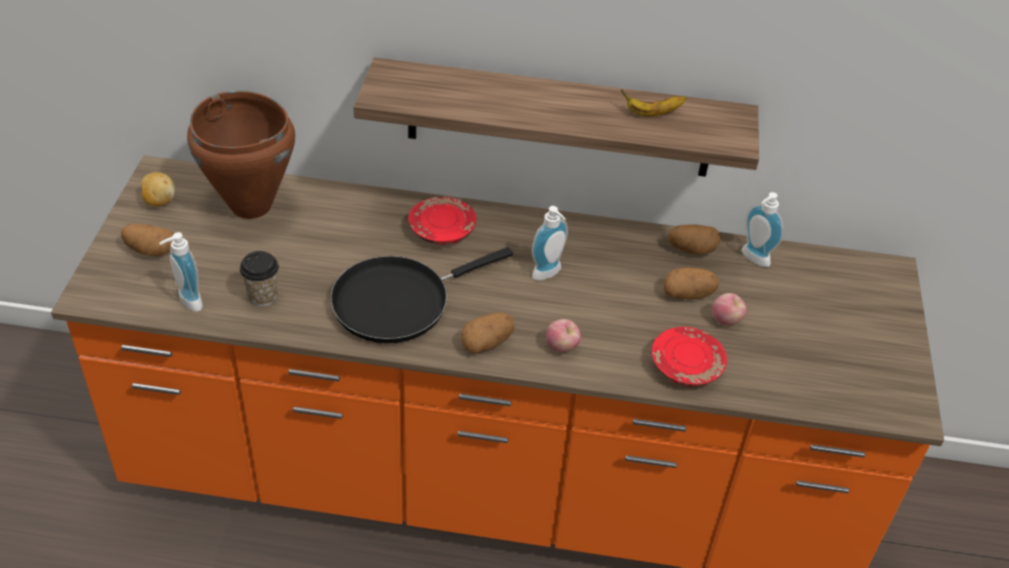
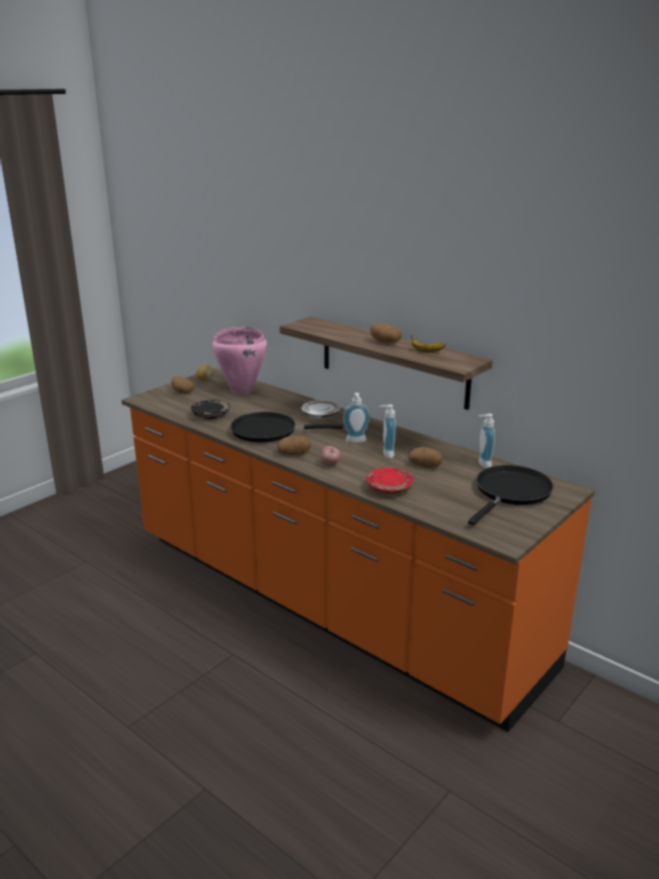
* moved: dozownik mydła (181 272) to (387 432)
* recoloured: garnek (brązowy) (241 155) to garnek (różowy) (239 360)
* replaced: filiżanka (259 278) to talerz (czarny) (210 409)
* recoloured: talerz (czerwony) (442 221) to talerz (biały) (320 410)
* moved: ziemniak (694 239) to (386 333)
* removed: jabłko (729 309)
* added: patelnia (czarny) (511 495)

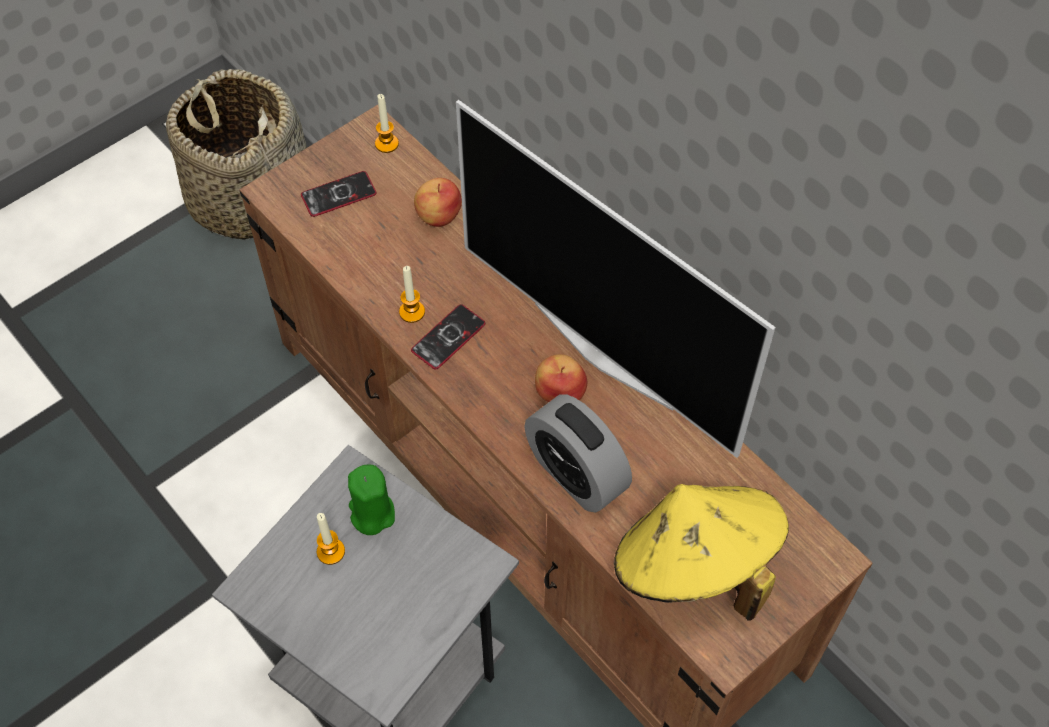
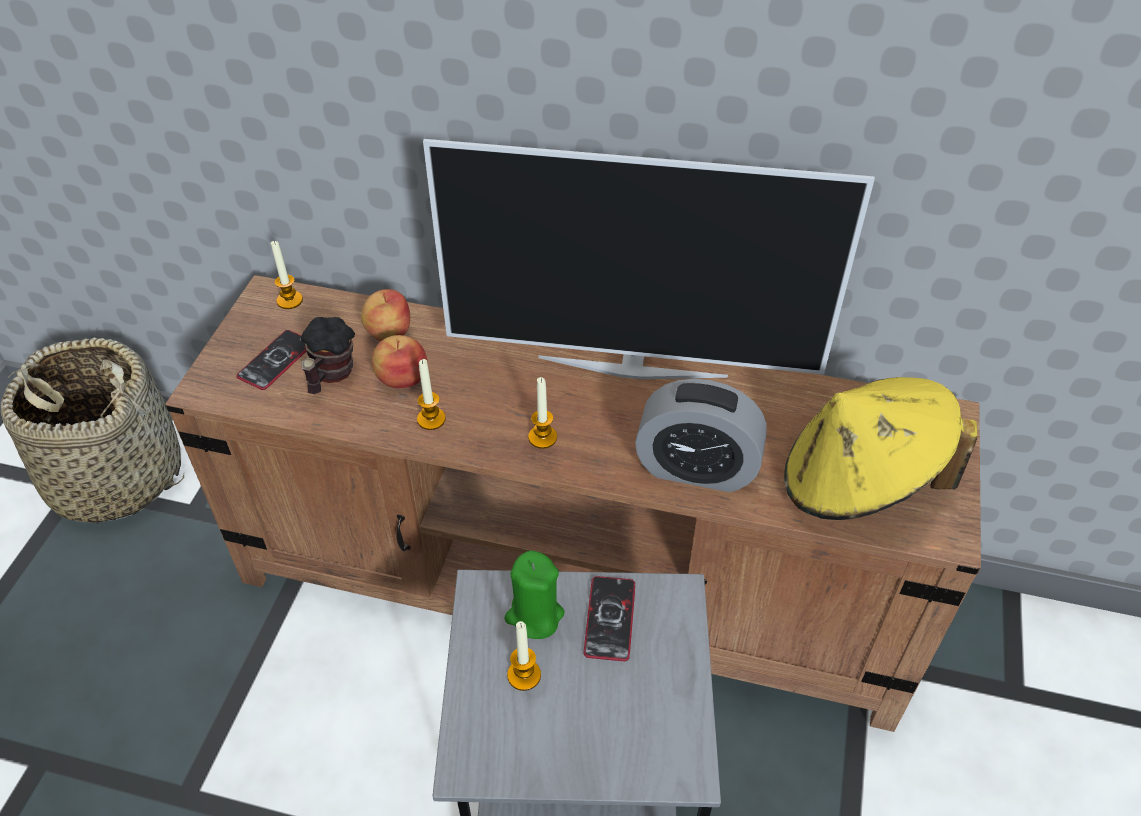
* moved: telefon (448 336) to (609 618)
* moved: jabłko (561 378) to (399 361)
* added: kubek (328 355)
* added: świeca (542 413)

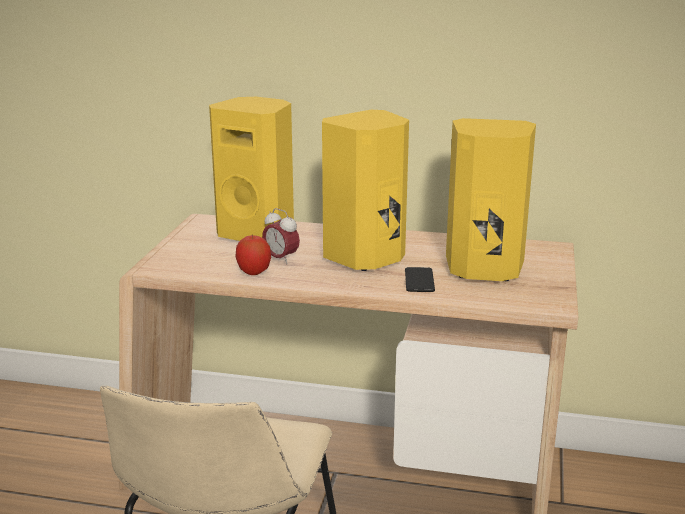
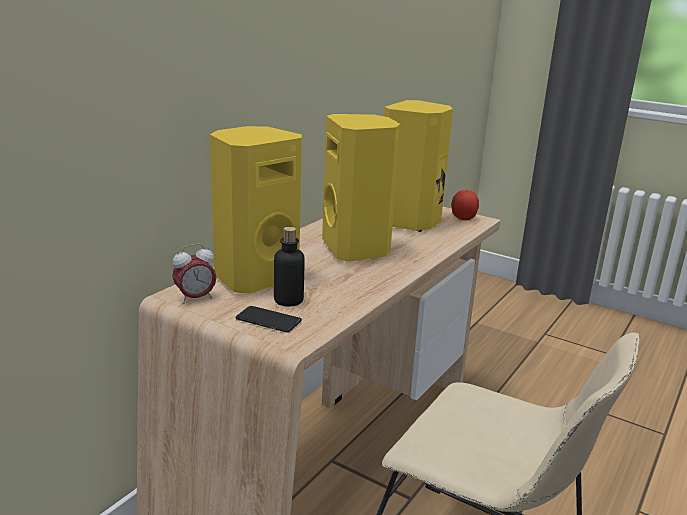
* moved: jabłko (253 255) to (465 204)
* moved: budzik (281 236) to (194 274)
* moved: telefon (420 279) to (269 319)
* added: butelka (289 267)

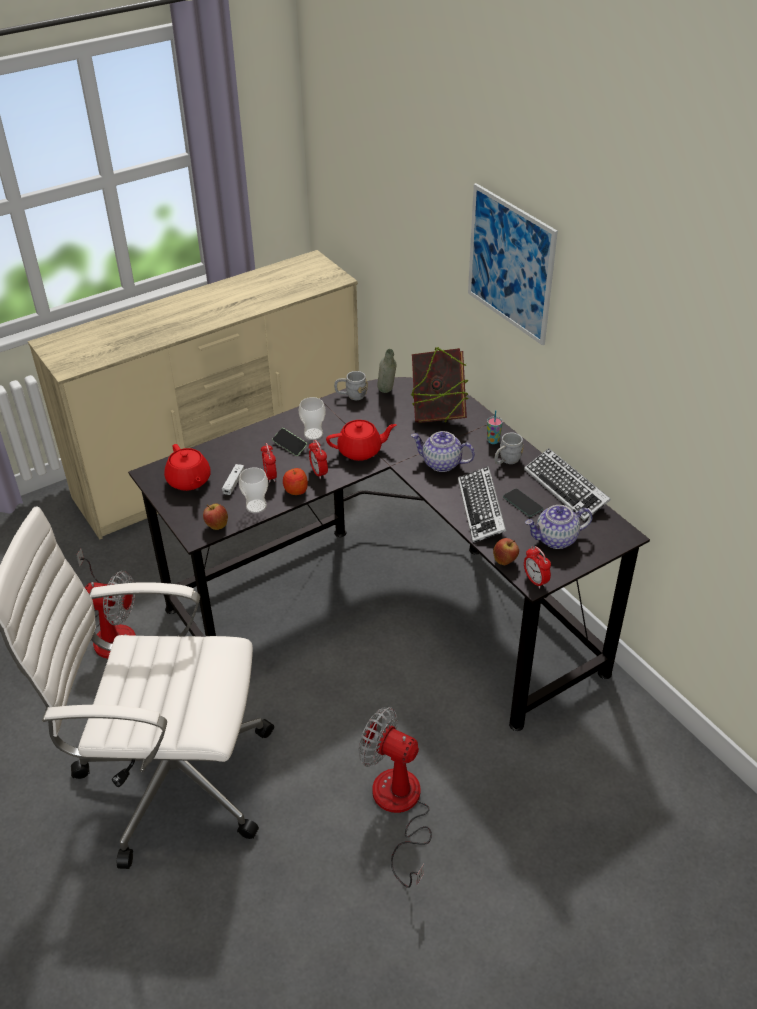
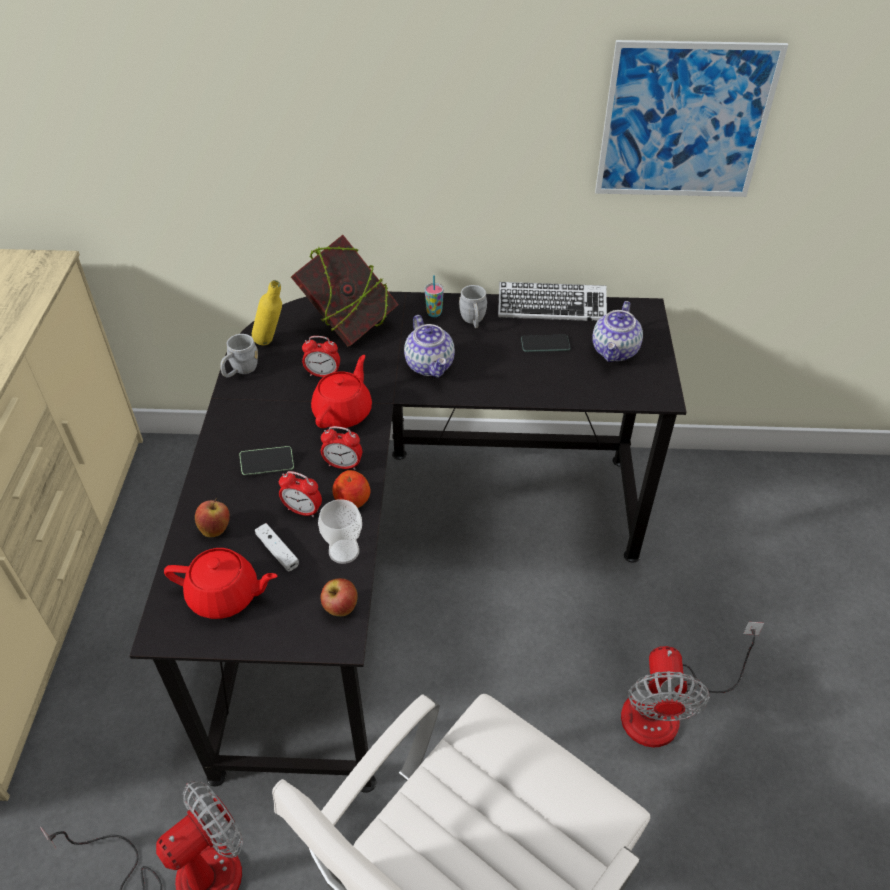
* removed: filiżanka (312 418)
* turned: wentylator (395 797) = (692 685) 60 degrees counterclockwise
* recoloured: butelka (szary) (387 371) to butelka (żółty) (267 312)
* turned: imbryk (443 451) = (429 346) 75 degrees counterclockwise
* removed: klawiatura (482 504)
* moved: obraz (513 264) to (691 118)
* moved: jabłko (506 551) to (212 518)
* moved: budzik (537 567) to (321 356)

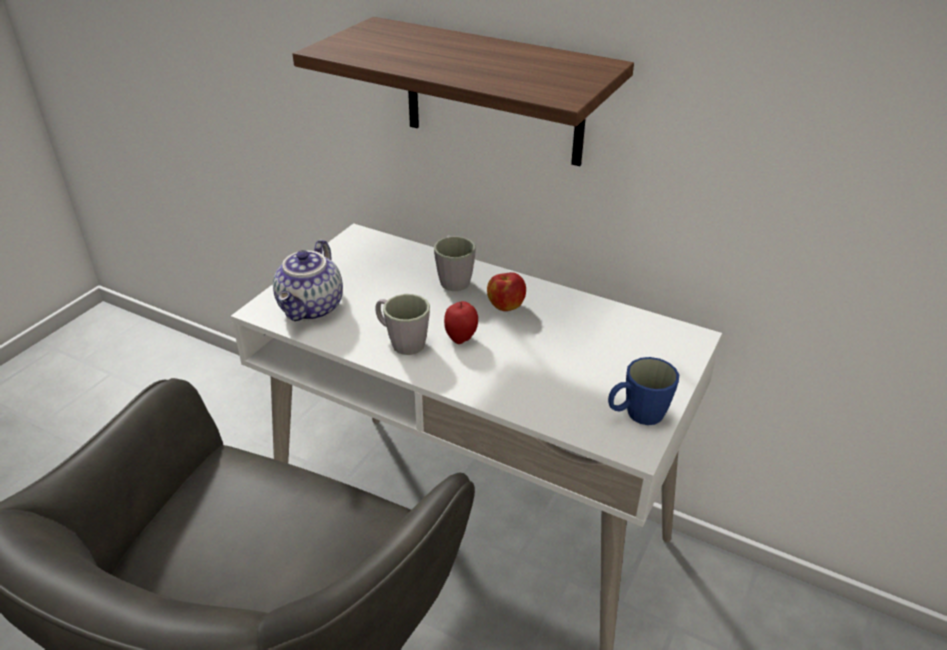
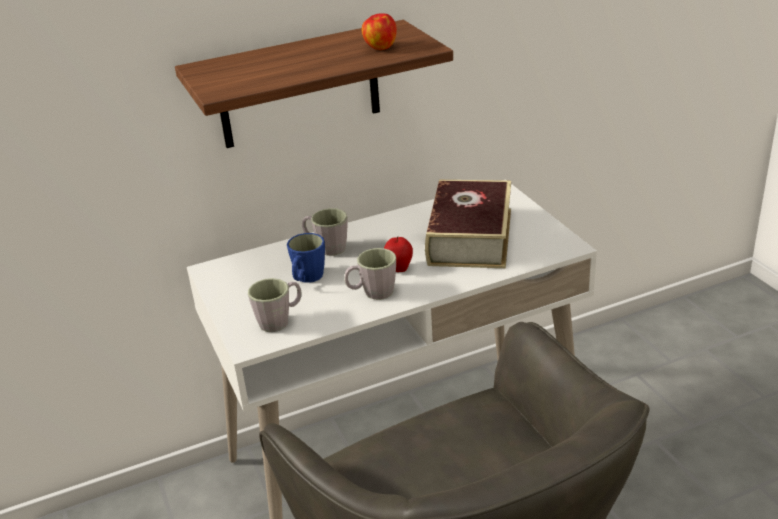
* replaced: imbryk (308 280) to kubek (szary) (275 305)
* moved: jabłko (506 291) to (379 31)
* moved: kubek (niebieski) (643 391) to (306 258)
* added: książka (468 224)

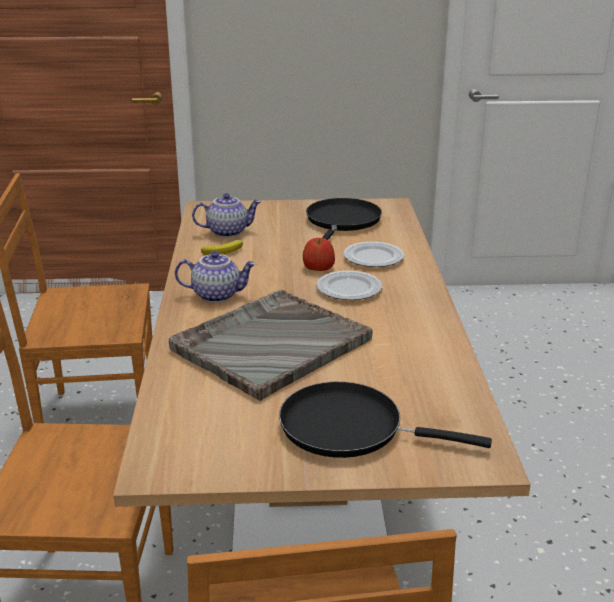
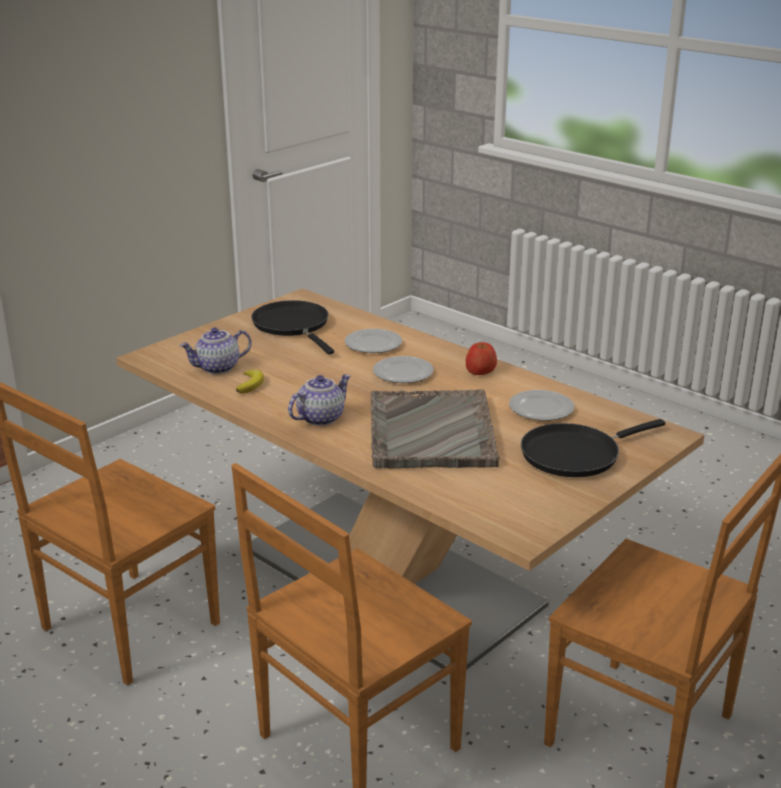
* turned: imbryk (226 215) = (216 351) 150 degrees counterclockwise
* moved: jabłko (319 254) to (481 358)
* added: talerz (541 405)

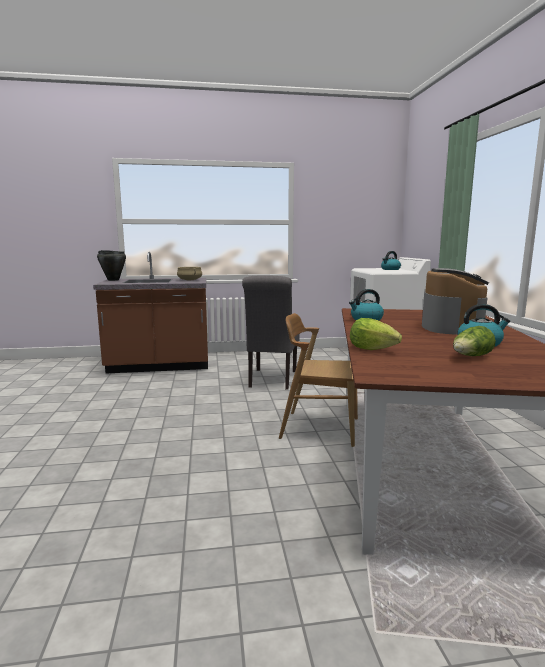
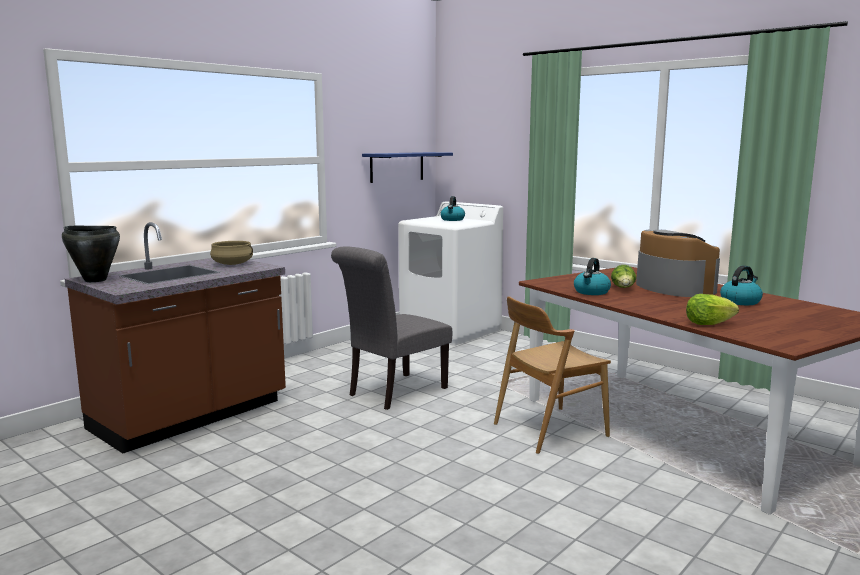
* turned: krzesło (szary) (271 332) = (391 328) 75 degrees clockwise
* moved: sałata (474 341) to (623 276)
* added: półka (niebieski) (407 167)

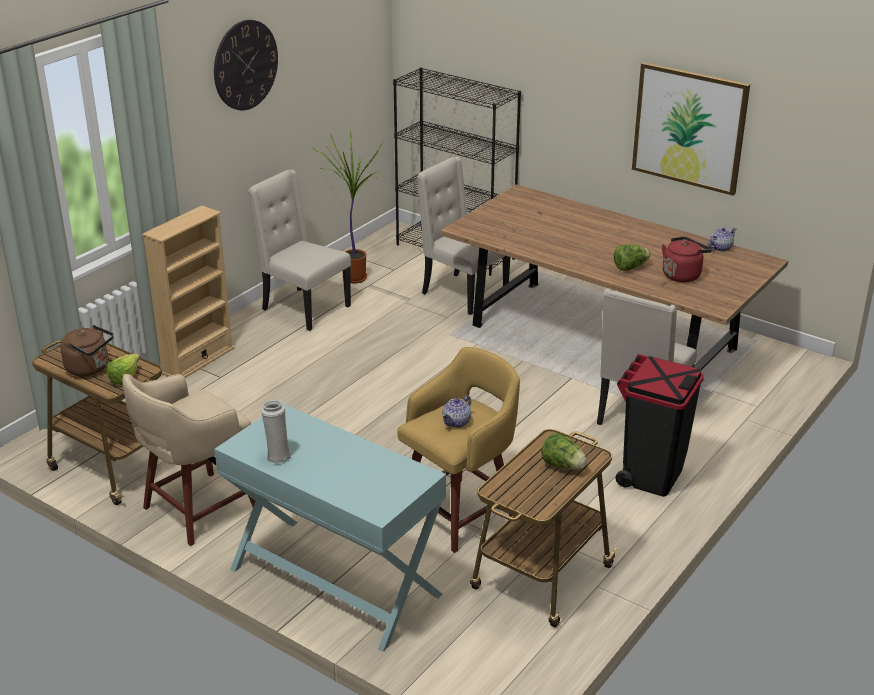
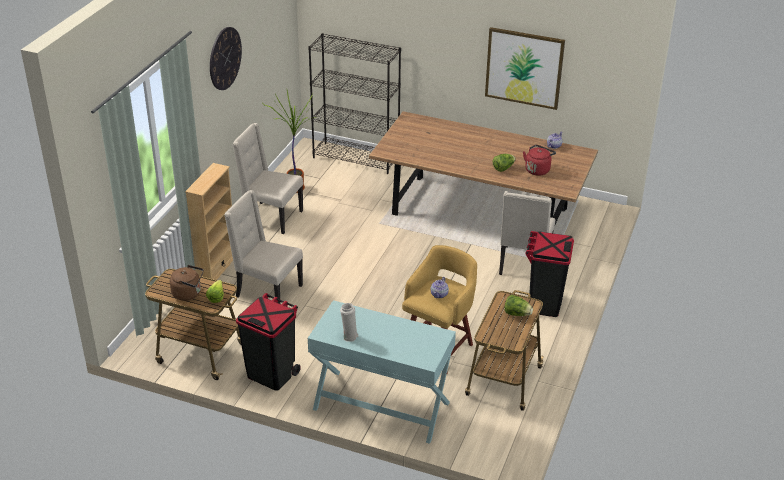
* replaced: stołek (beżowy) (188 460) to kosz na śmieci (czarny) (268 342)
* moved: krzesło (beżowy) (463 236) to (264 247)

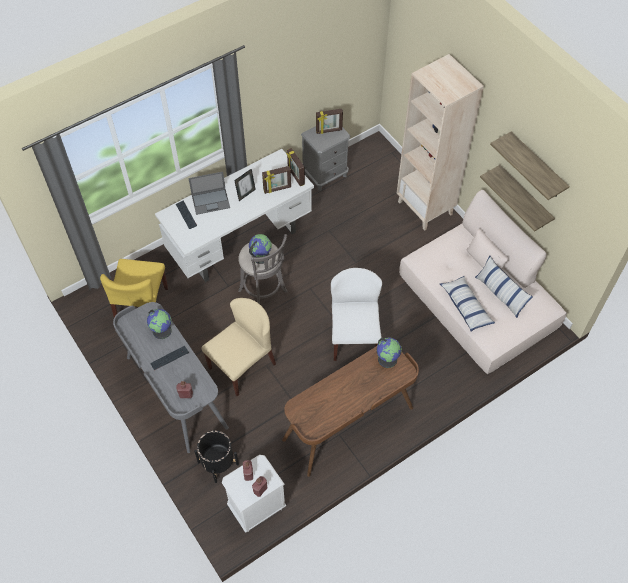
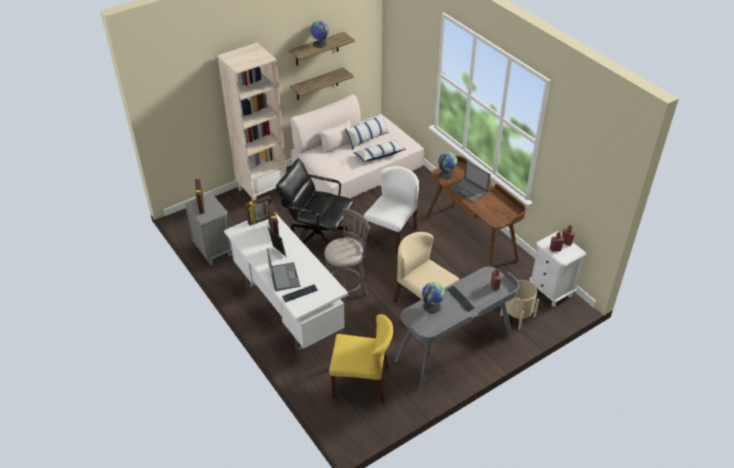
* recoloured: donica (czarny) (216 457) to donica (beżowy) (519 305)
* moved: globus (260 249) to (319 34)
* turned: krzesło (biały) (356 314) = (391 210) 120 degrees clockwise
* added: krzesło biurowe (czarny) (315 201)
* added: laptop (470 182)

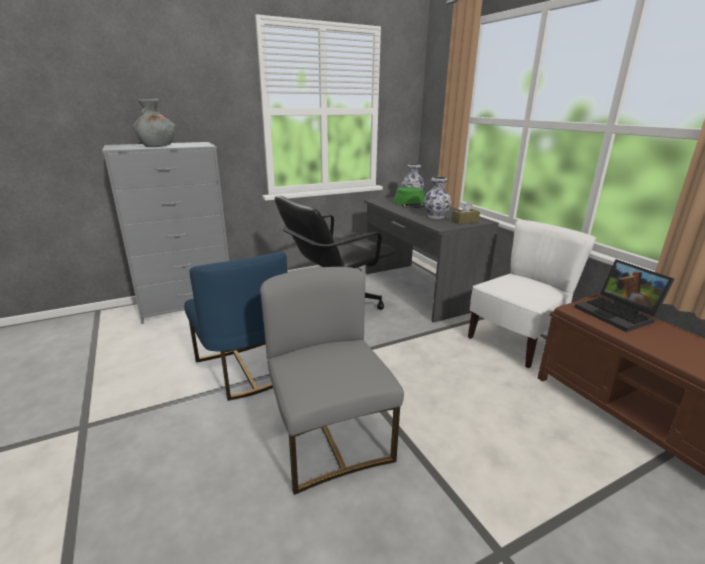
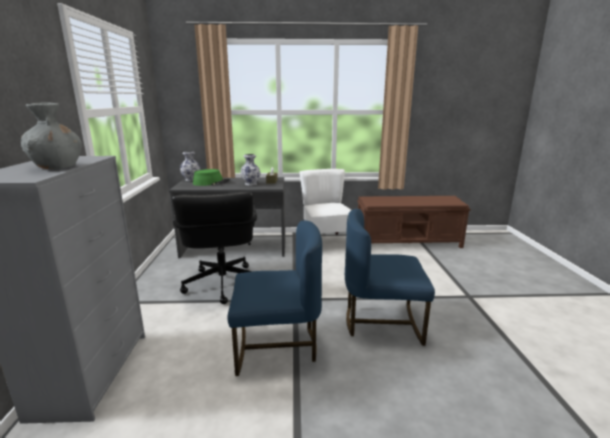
* recoloured: krzesło (szary) (332 381) to krzesło (niebieski) (390 277)
* removed: laptop (624 295)

